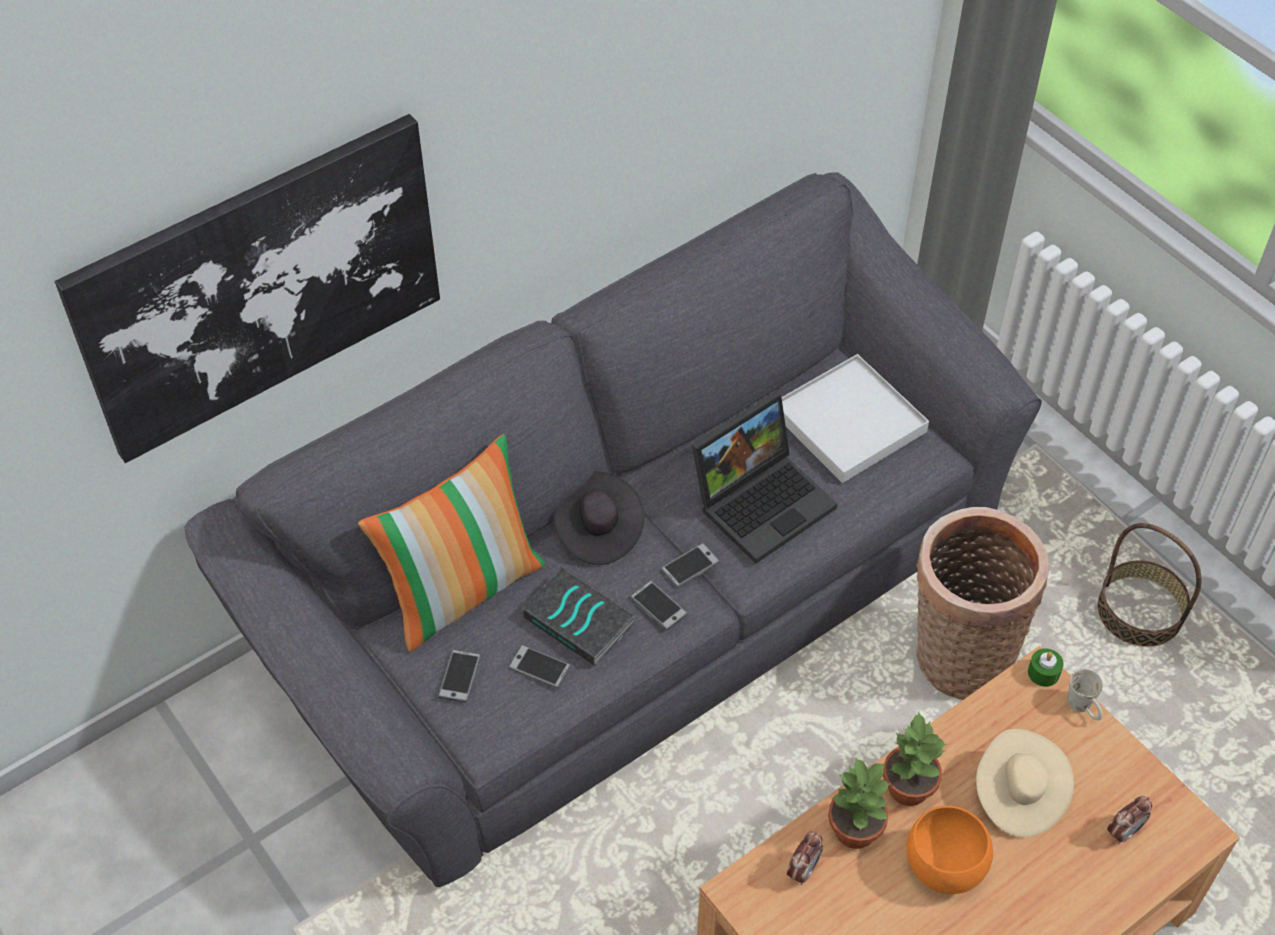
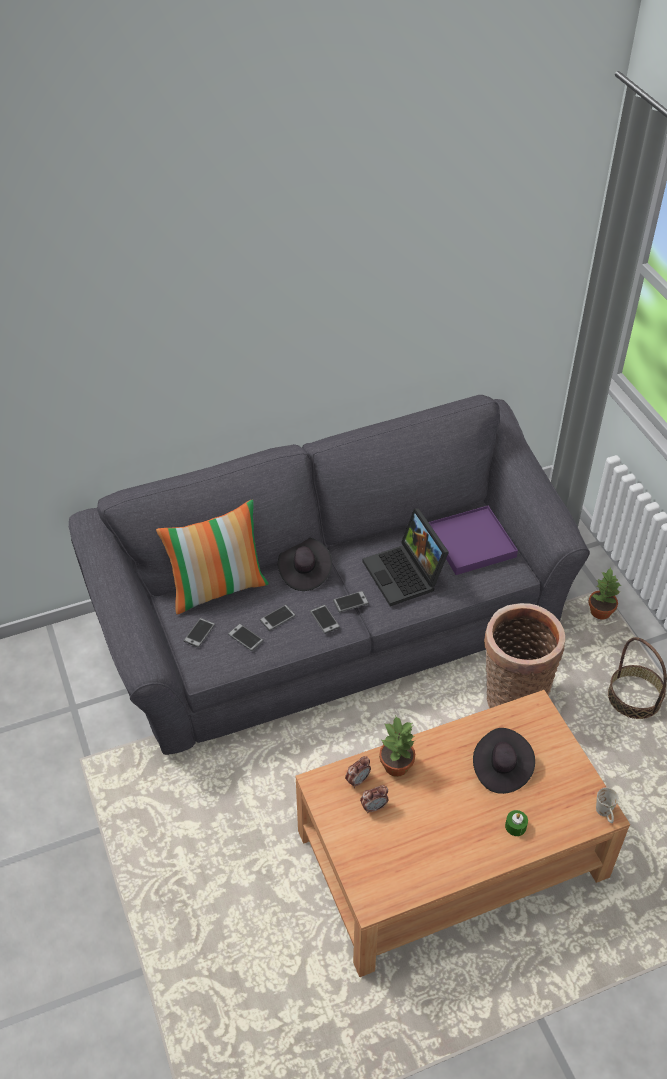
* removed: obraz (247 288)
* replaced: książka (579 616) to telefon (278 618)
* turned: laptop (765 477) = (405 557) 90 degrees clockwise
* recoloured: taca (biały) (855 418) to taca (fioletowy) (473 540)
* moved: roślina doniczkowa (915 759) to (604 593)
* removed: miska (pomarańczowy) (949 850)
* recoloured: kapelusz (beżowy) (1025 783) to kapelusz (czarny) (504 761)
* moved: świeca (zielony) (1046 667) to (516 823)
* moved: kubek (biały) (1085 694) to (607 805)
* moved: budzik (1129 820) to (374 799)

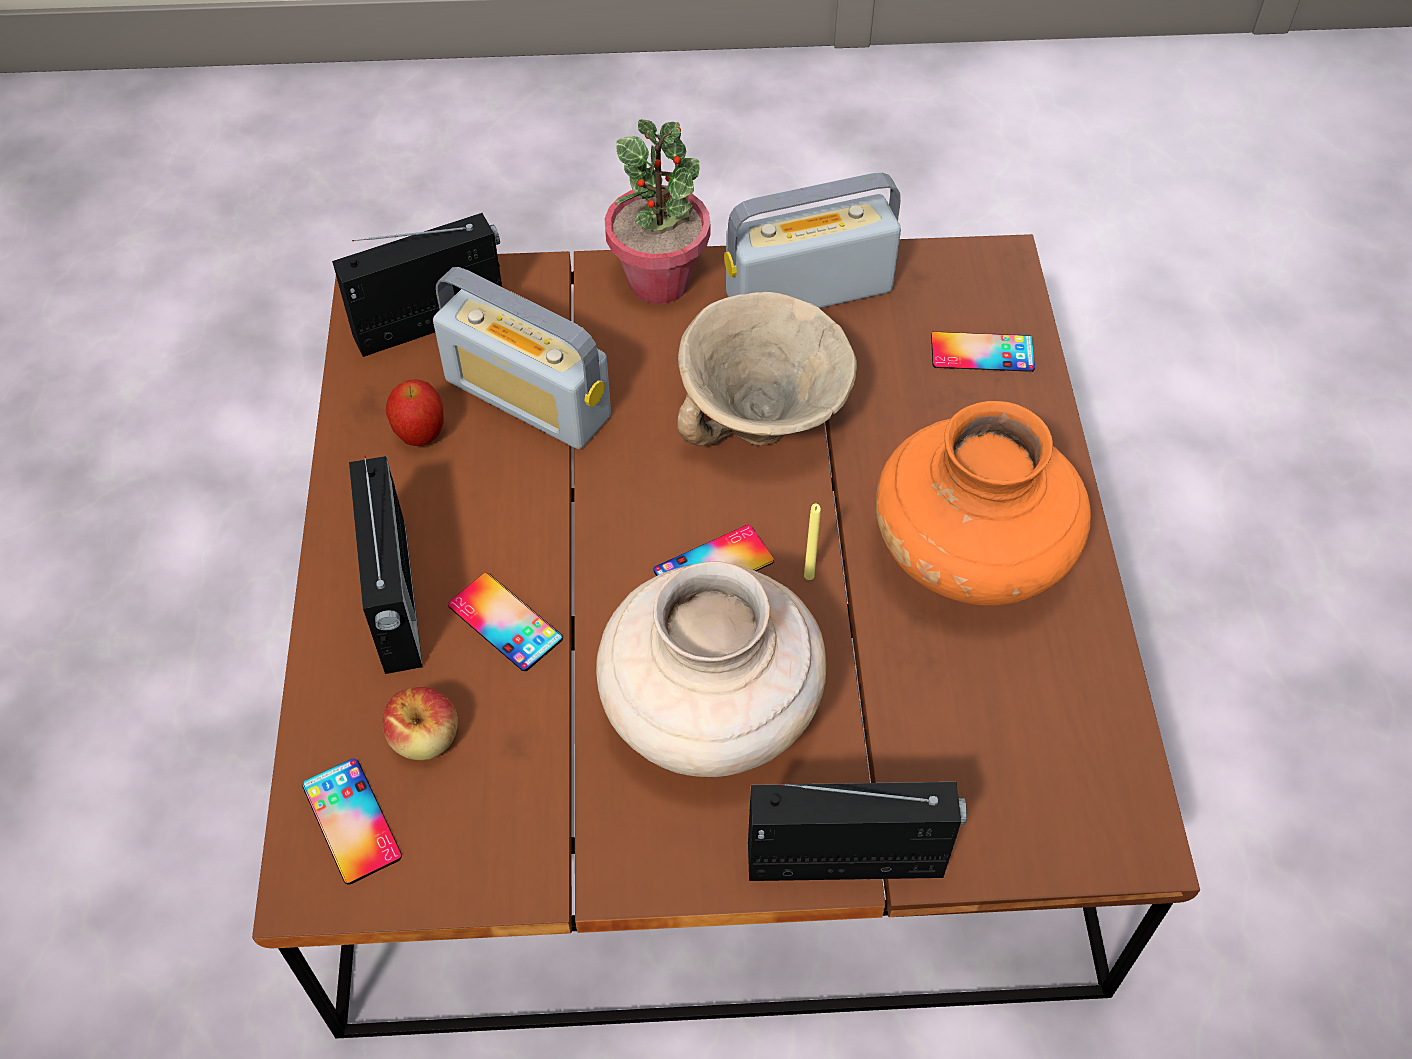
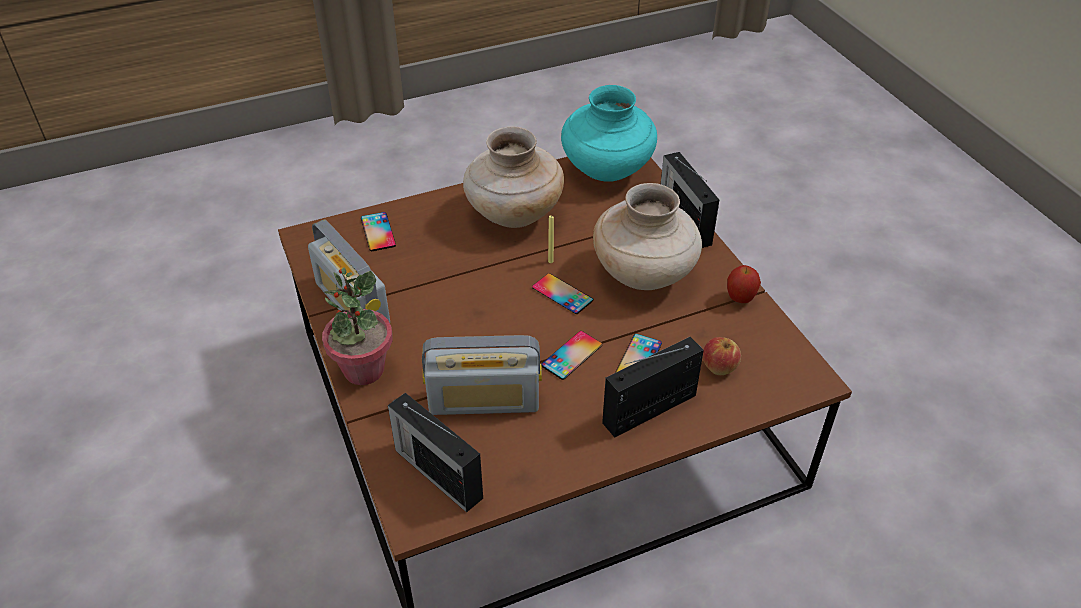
* moved: telefon (352 821) to (571 355)
* moved: jabłko (415 412) to (744 284)
* turned: radio (522 358) = (482 375) 75 degrees clockwise
* removed: miska (beżowy) (767 369)
* recoloured: wazon (pomarańczowy) (983 503) to wazon (beżowy) (513 177)
* added: wazon (turkusowy) (609 133)

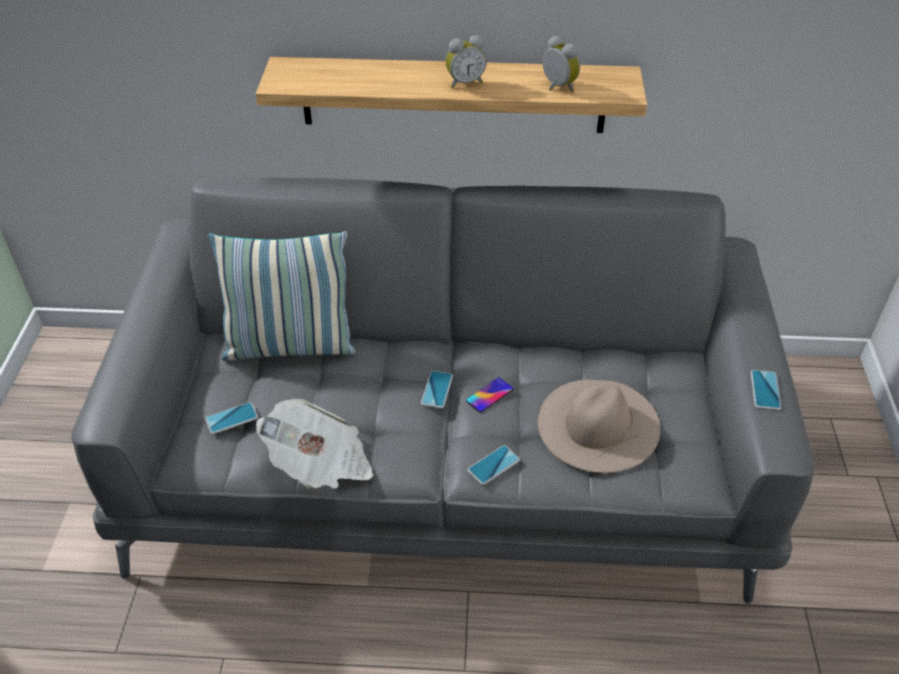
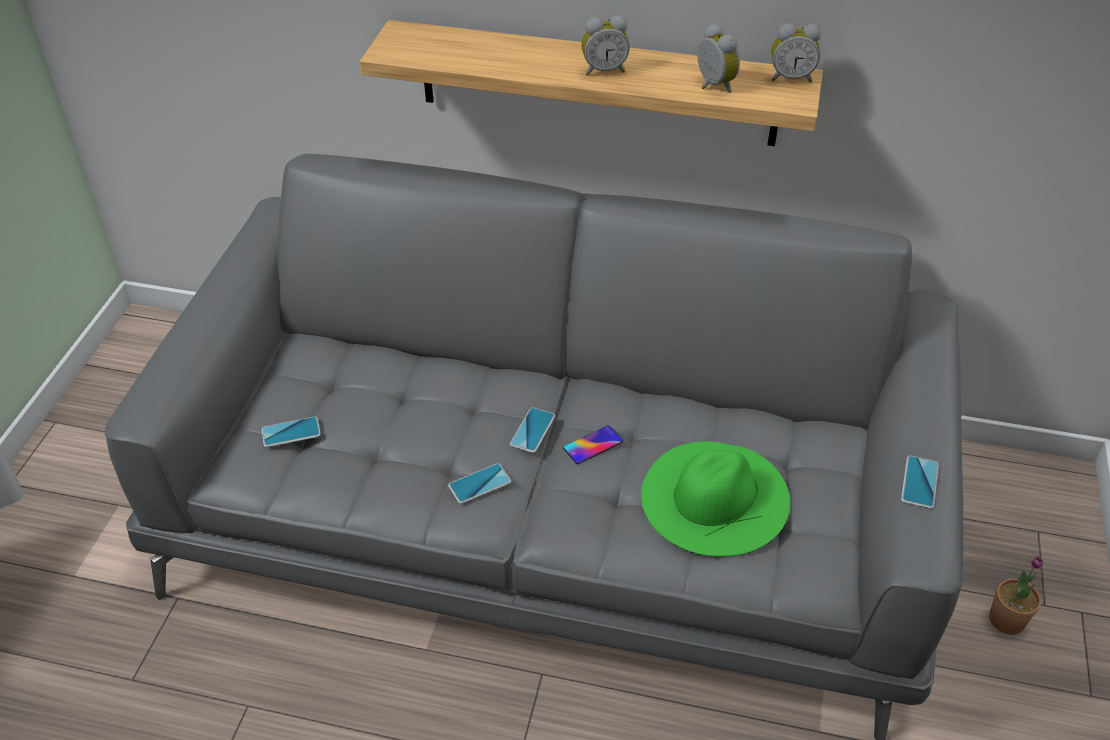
* removed: poduszka (282 296)
* removed: gazeta (314 444)
* moved: telefon (494 465) to (479 483)
* recoloured: kapelusz (beżowy) (599 426) to kapelusz (zielony) (715 499)
* added: budzik (796 53)
* added: roślina doniczkowa (1016 595)

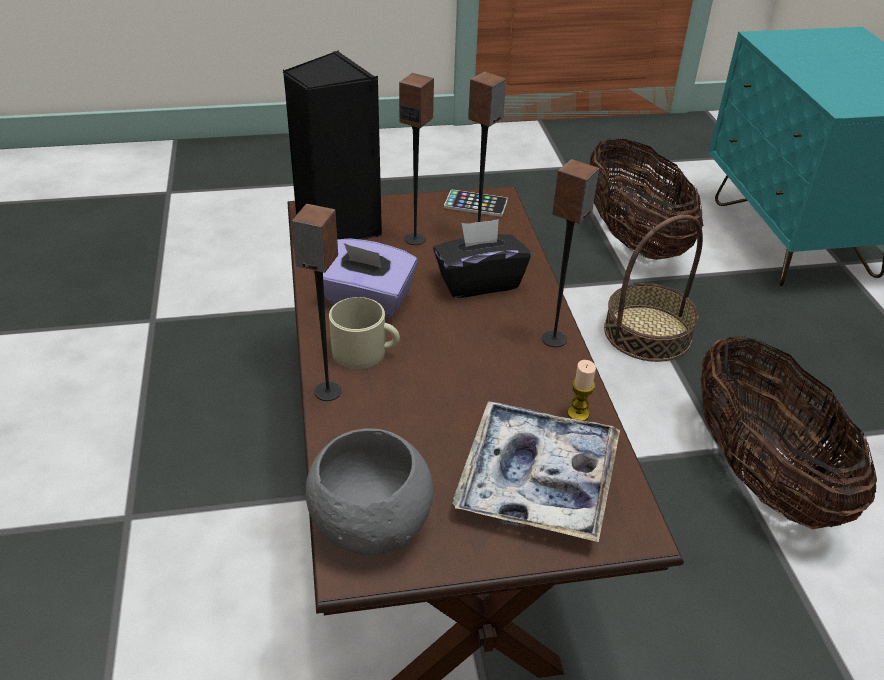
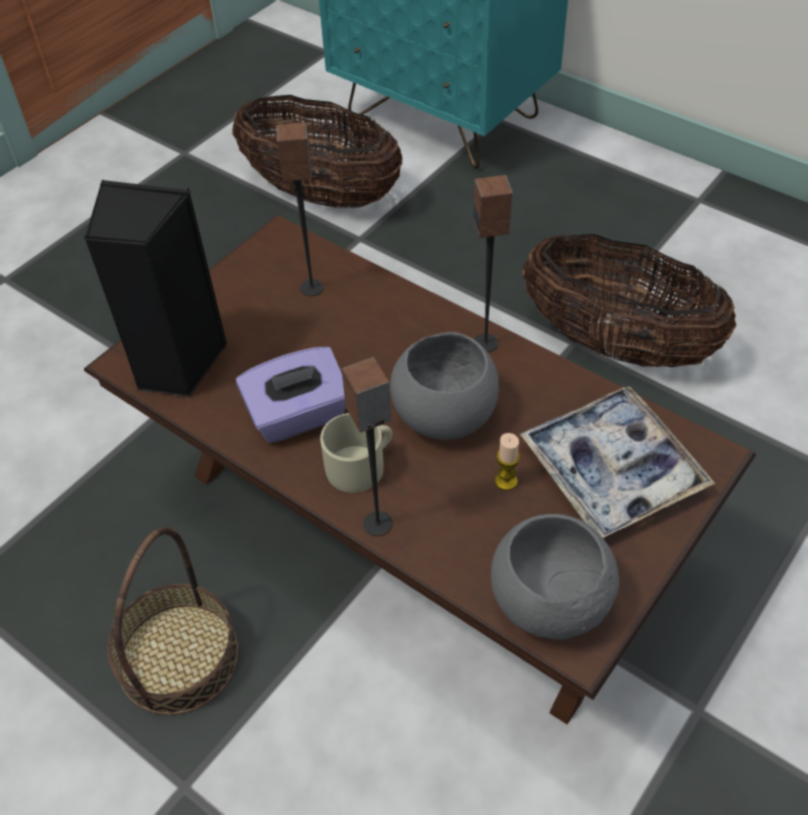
* removed: głośnik (416 159)
* removed: pudełko chusteczek (czarny) (482 258)
* removed: telefon (476 203)
* moved: świeca (582 390) to (507 462)
* moved: koszyk (653 288) to (173 621)
* added: miska (szary) (444 386)

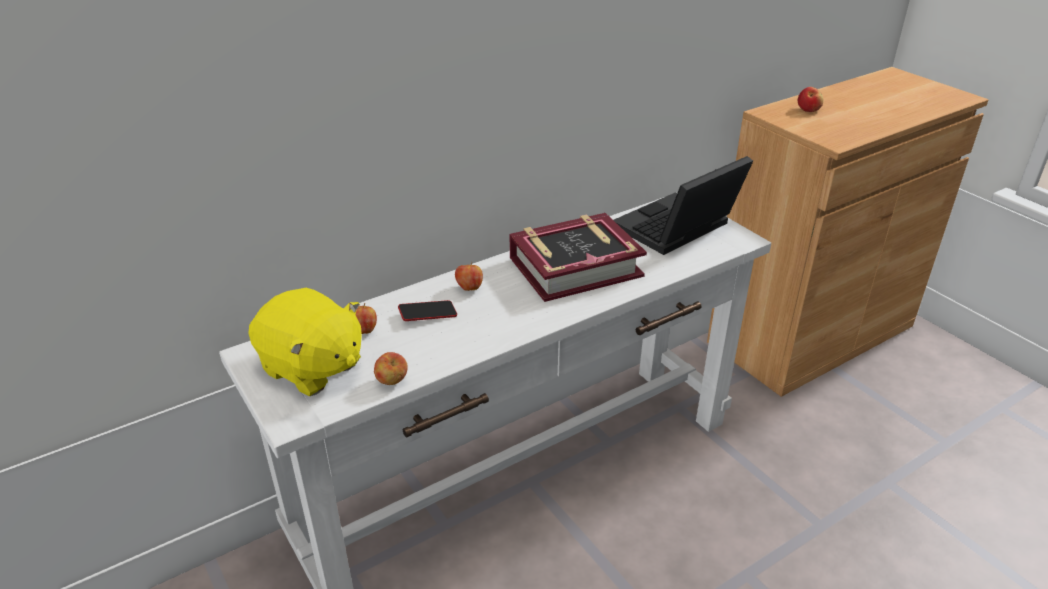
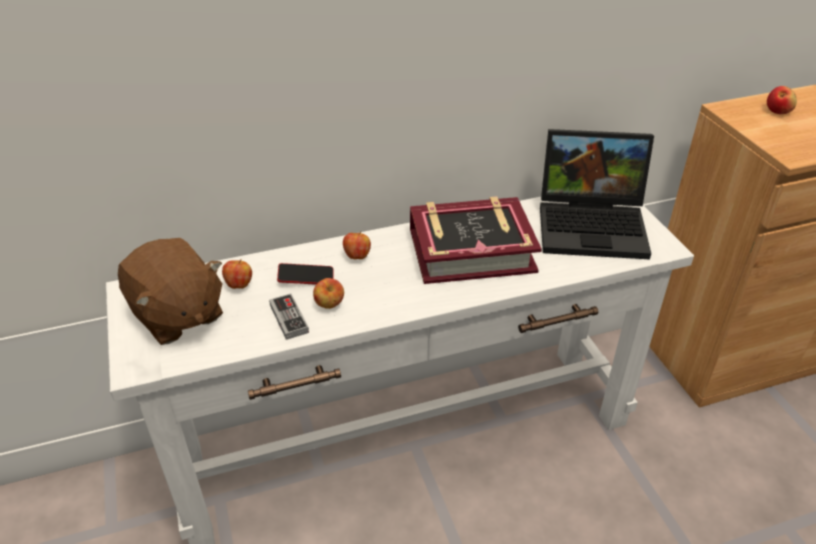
* recoloured: pluszak (żółty) (305 342) to pluszak (brązowy) (170 291)
* moved: jabłko (390 368) to (328 293)
* turned: laptop (683 205) = (597 194) 150 degrees counterclockwise
* added: pad do gier (289 316)

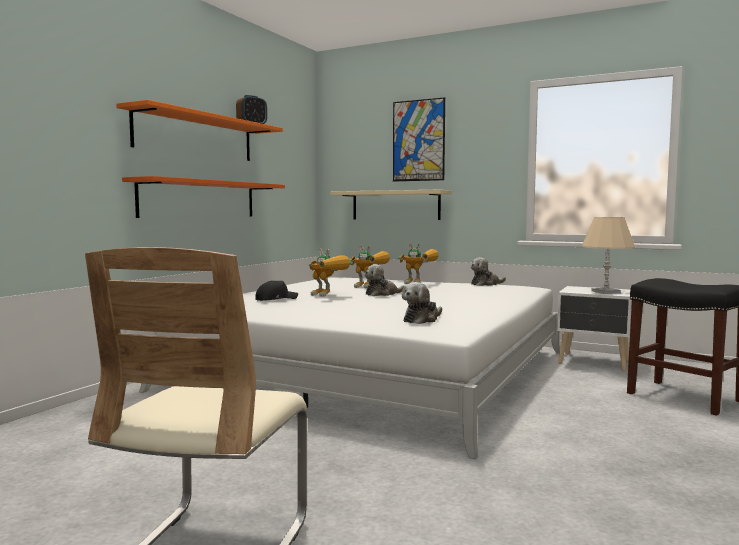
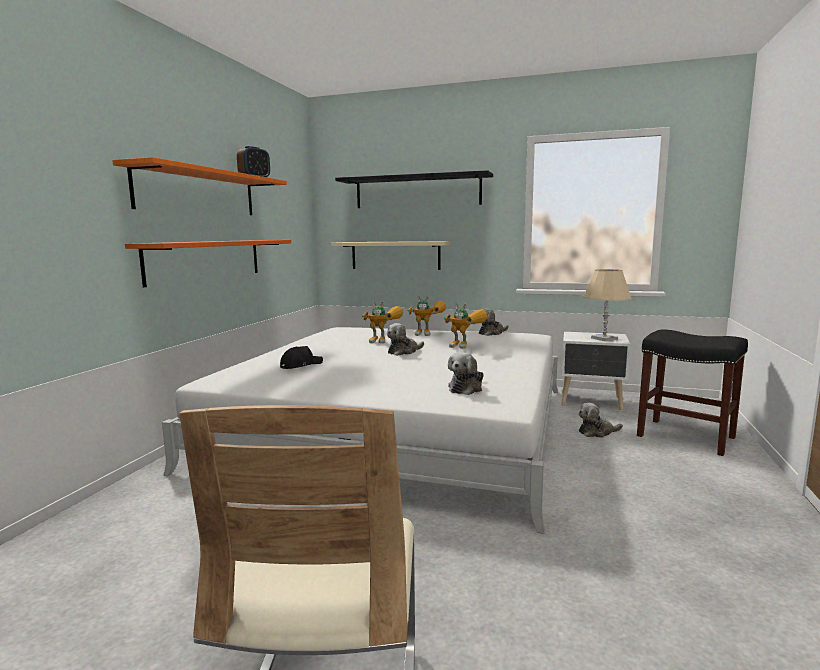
* moved: robot zabawkowy (331 273) to (465 326)
* replaced: obraz (419 139) to półka (czarny) (414 189)
* added: pluszak (600 420)

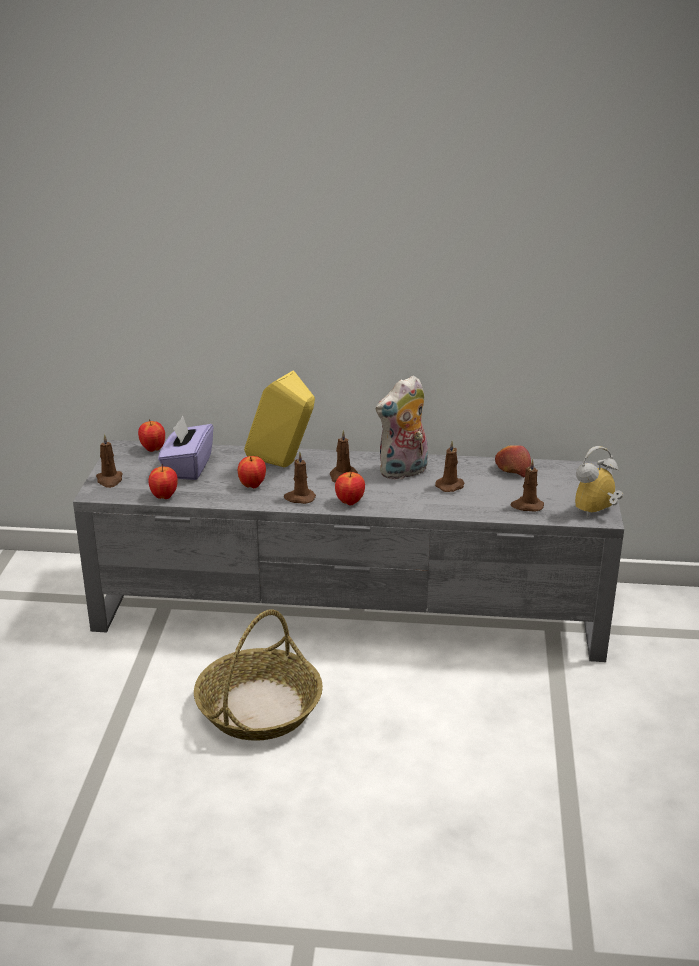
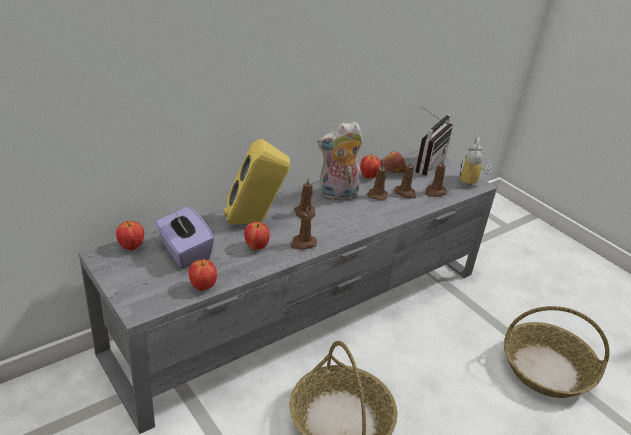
* moved: świeca (brązowy) (109 461) to (405 179)
* moved: jabłko (350 487) to (370 166)
* turned: pluszak (402 427) = (340 161) 60 degrees clockwise
* added: radio (434 141)
* added: koszyk (556 352)

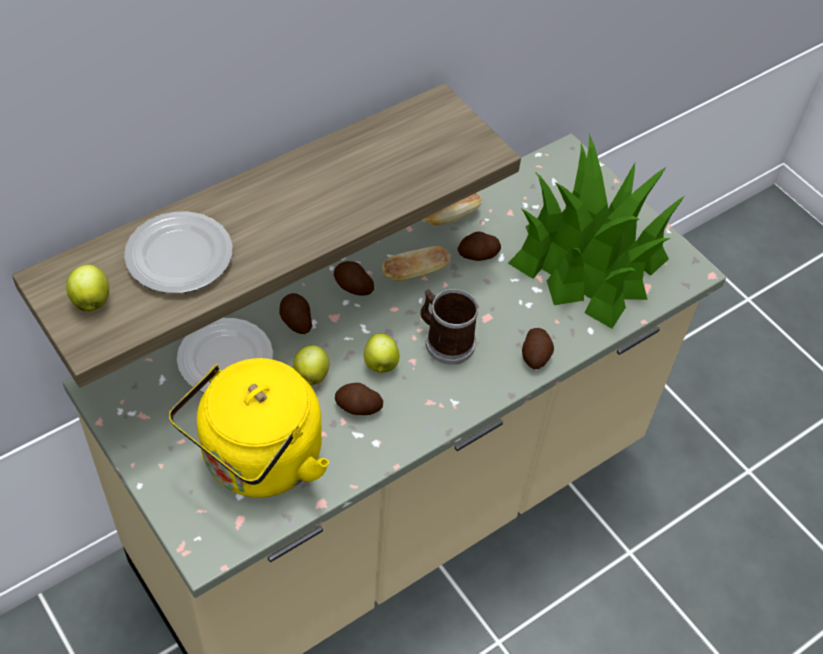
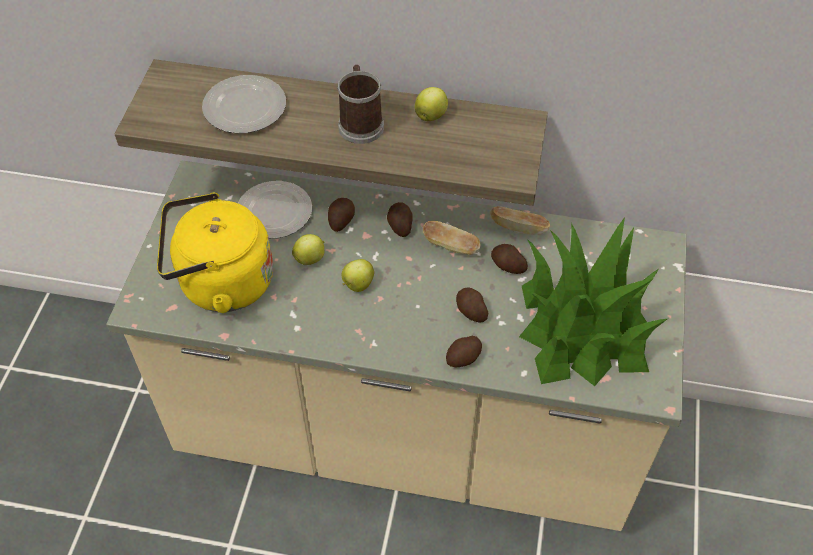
* moved: jabłko (87 288) to (431 104)
* moved: ziemniak (359 399) to (472 305)
* moved: kubek (450 327) to (360 104)

